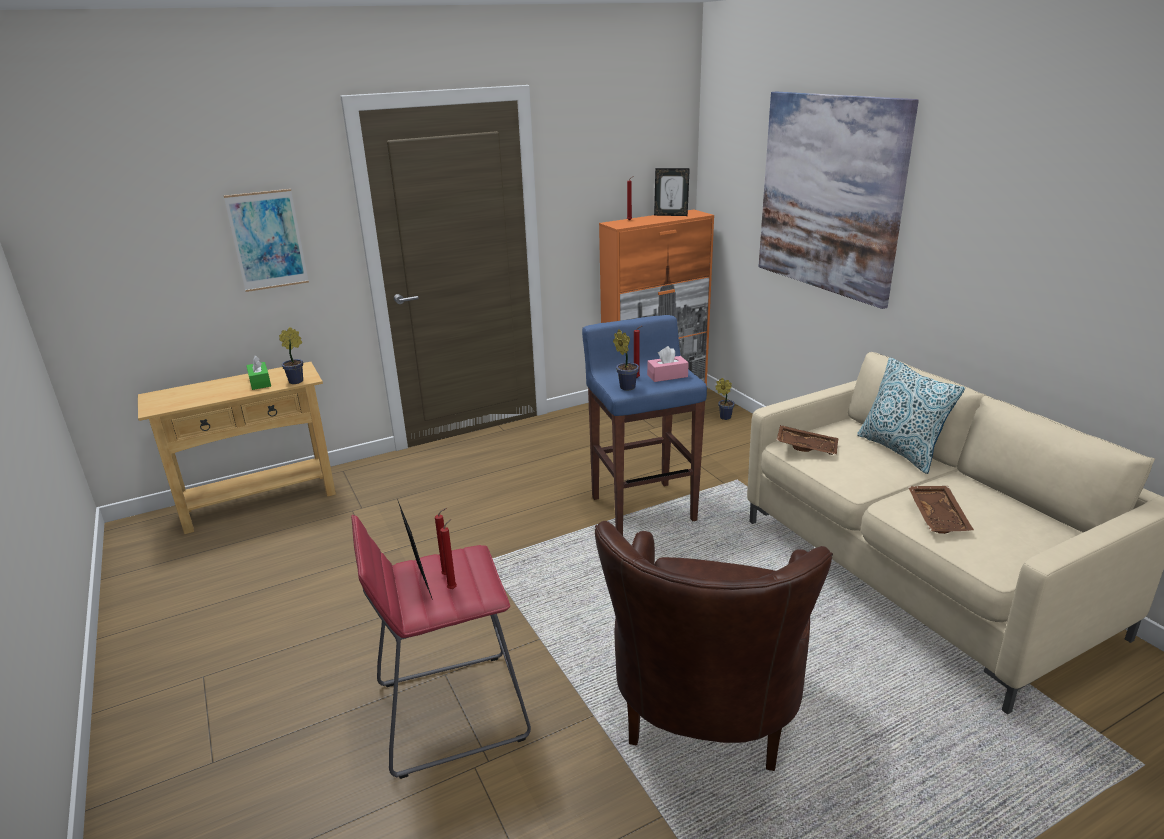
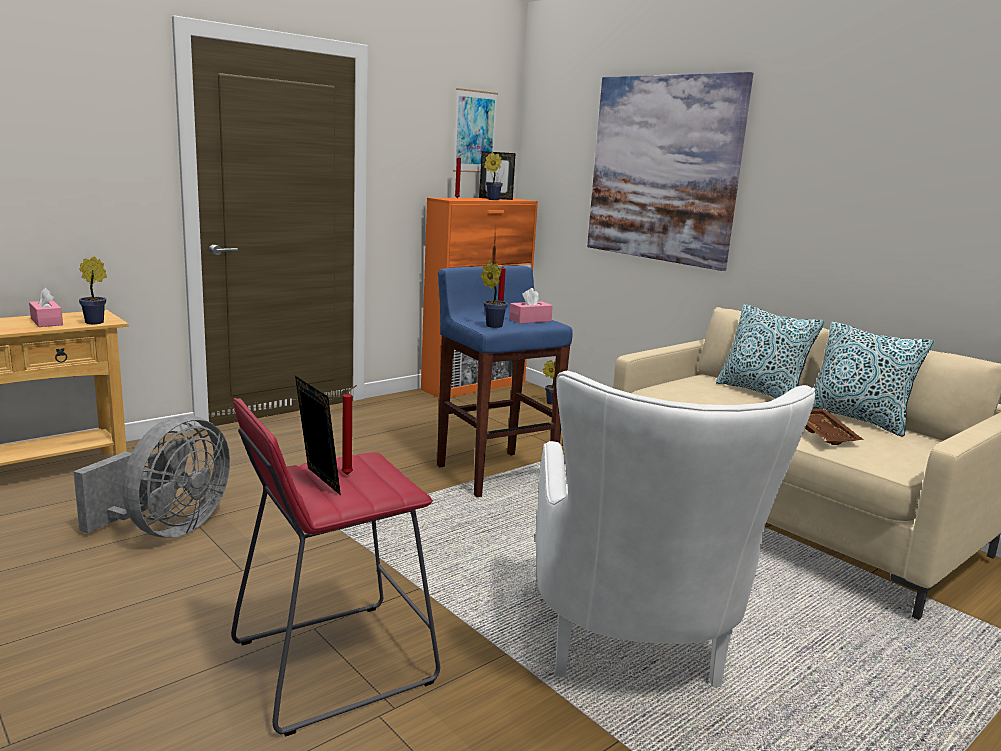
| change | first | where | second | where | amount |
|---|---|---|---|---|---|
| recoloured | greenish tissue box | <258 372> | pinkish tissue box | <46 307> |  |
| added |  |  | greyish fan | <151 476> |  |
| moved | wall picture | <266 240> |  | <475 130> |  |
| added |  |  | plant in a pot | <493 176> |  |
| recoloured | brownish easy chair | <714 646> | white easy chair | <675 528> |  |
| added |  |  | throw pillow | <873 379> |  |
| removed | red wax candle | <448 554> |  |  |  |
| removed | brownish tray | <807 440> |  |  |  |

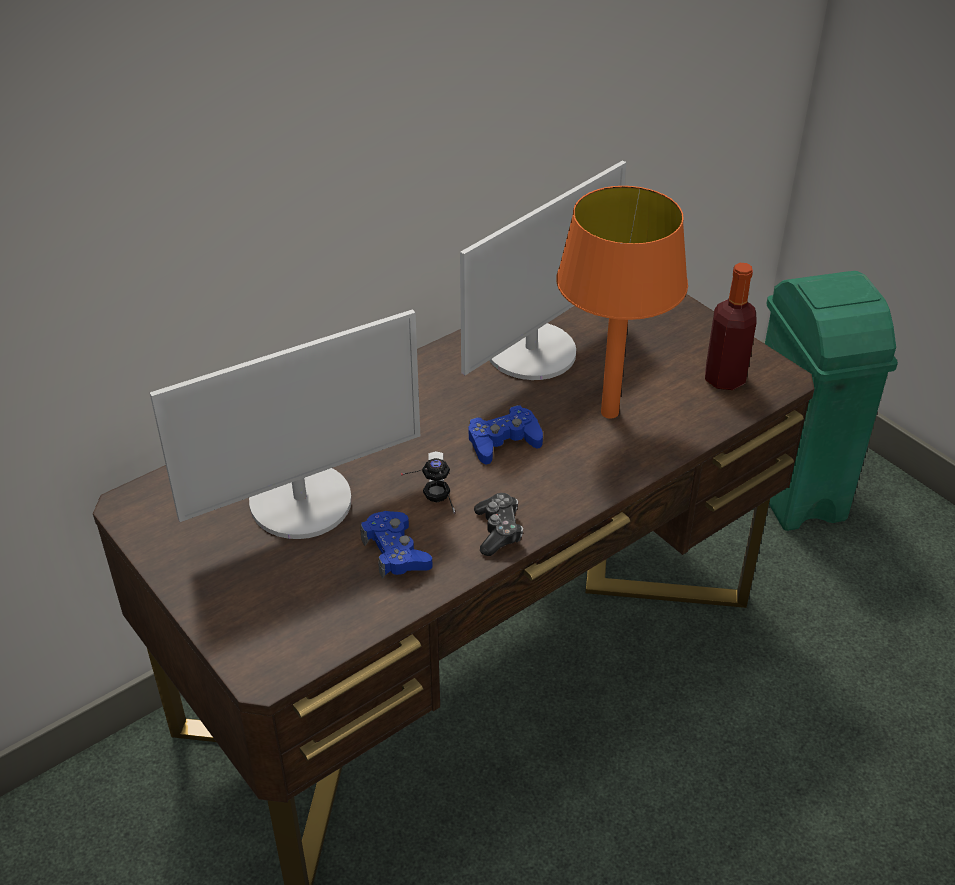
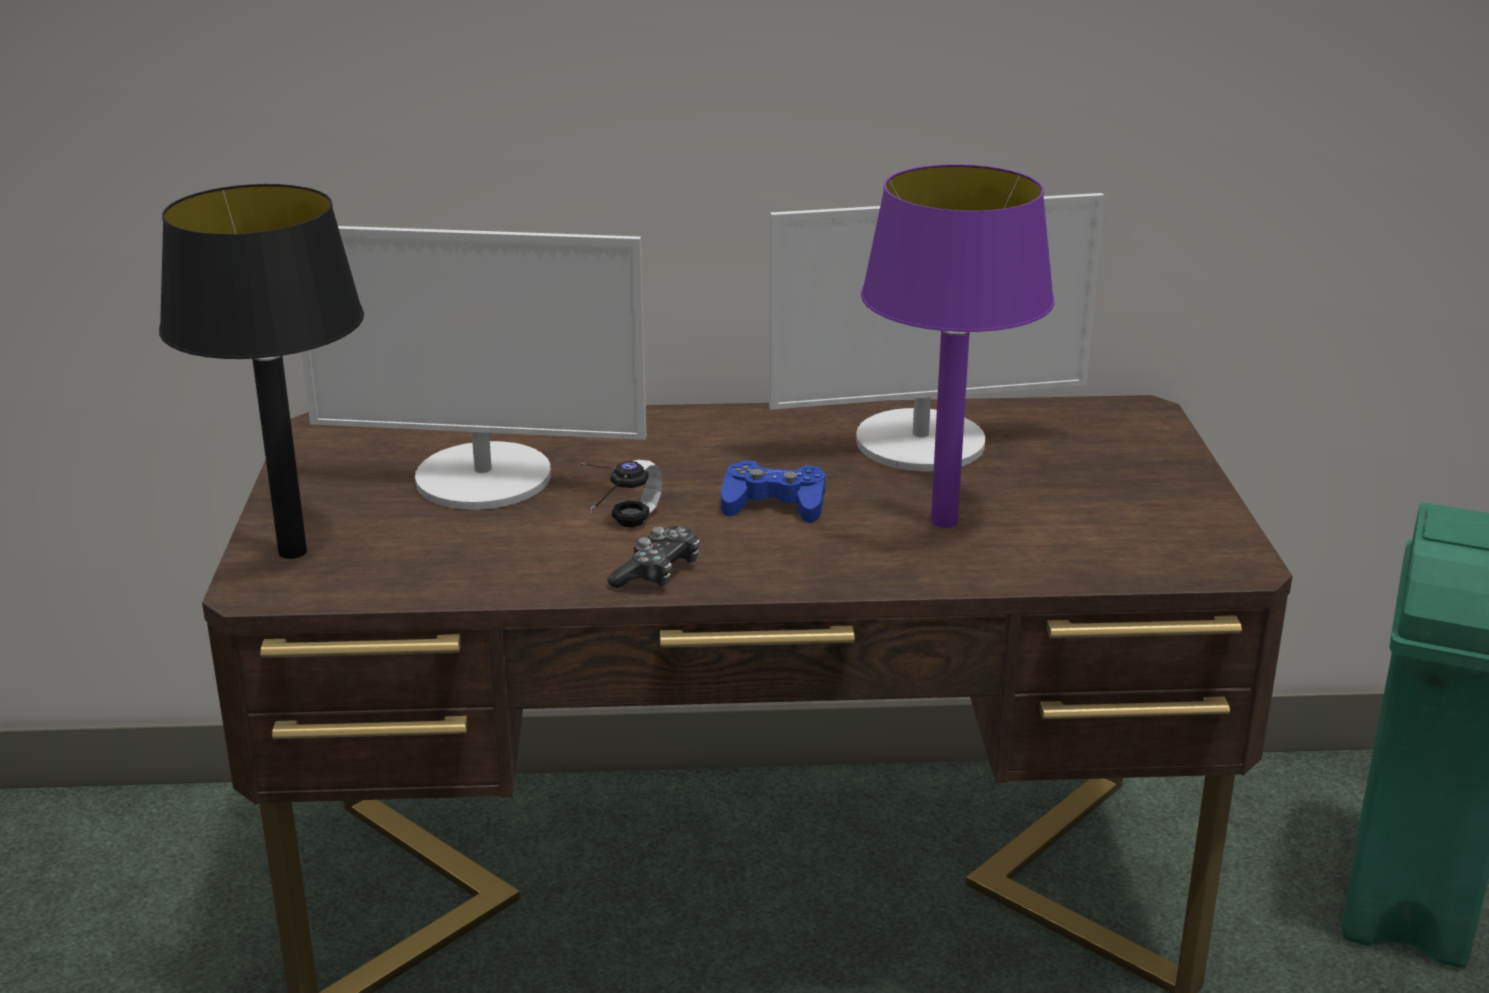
| change | first | where | second | where | amount |
|---|---|---|---|---|---|
| added |  |  | blackish lamp for a table | <261 371> |  |
| recoloured | orangey lamp for a table | <622 302> | purplish lamp for a table | <958 346> |  |
| removed | blue joypad | <396 545> |  |  |  |
| removed | drink bottle | <731 326> |  |  |  |

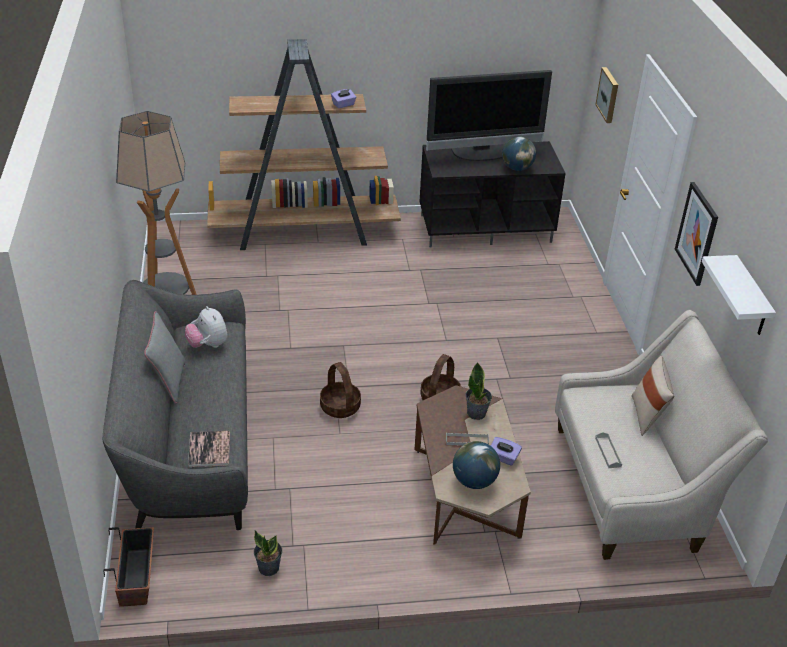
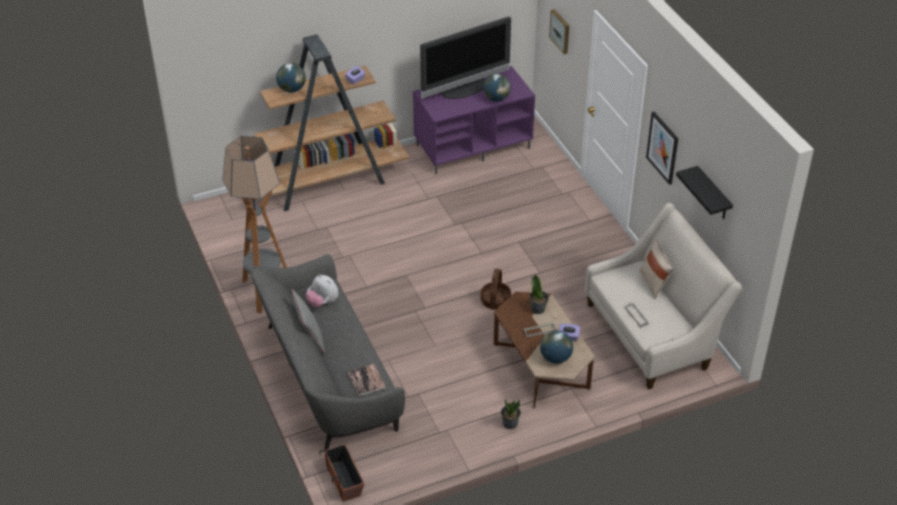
| change | first | where | second | where | amount |
|---|---|---|---|---|---|
| added |  |  | world globe | <291 78> |  |
| recoloured | blackish media console | <492 194> | purplish media console | <474 120> |  |
| moved | plant in a pot | <268 553> |  | <511 414> |  |
| recoloured | white shelf | <739 295> | blackish shelf | <704 192> |  |
| removed | storage basket | <340 390> |  |  |  |

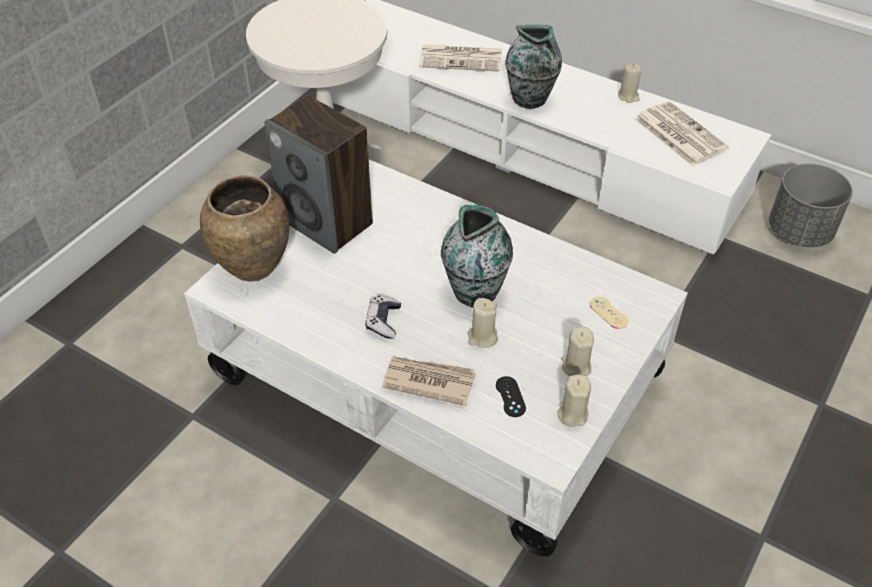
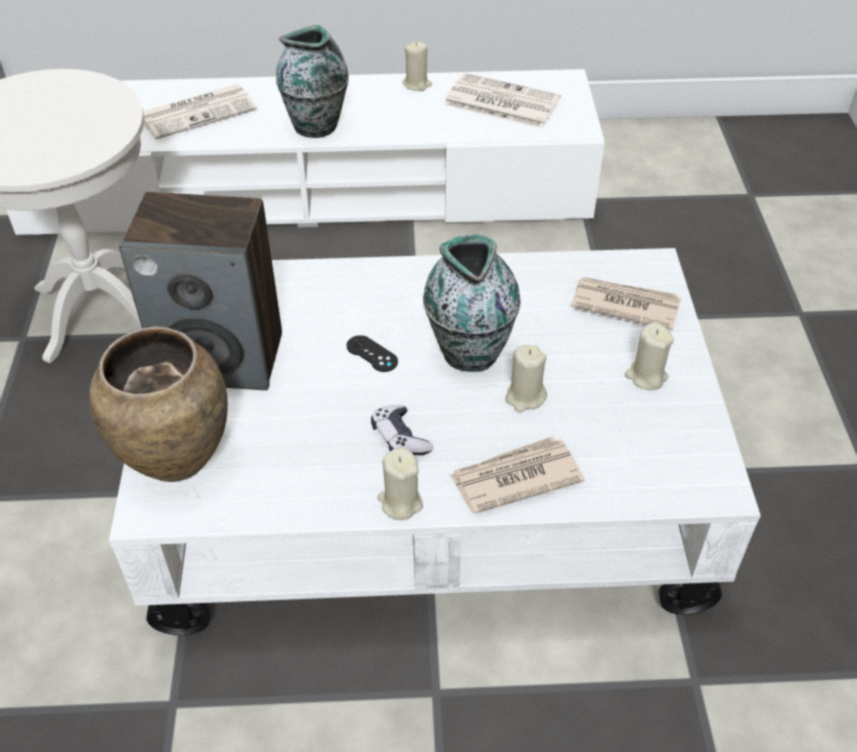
| change | first | where | second | where | amount |
|---|---|---|---|---|---|
| moved | blackish joypad | <511 396> |  | <372 353> |  |
| moved | beige-coloured wax candle | <574 400> |  | <400 484> |  |
| replaced | beige-coloured joypad | <609 313> | printed paper | <626 303> |  |
| removed | greyish plant pot | <811 205> |  |  |  |

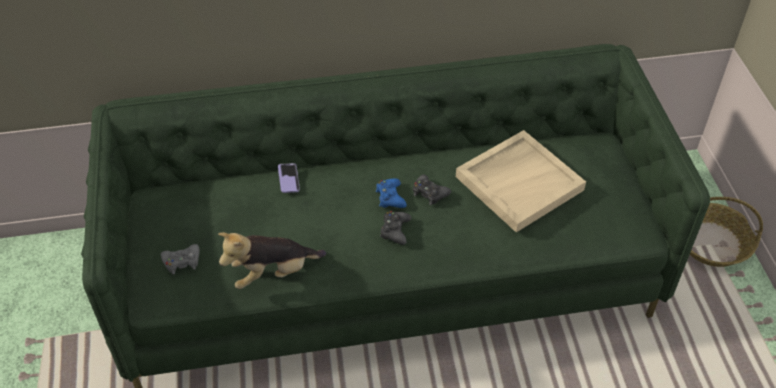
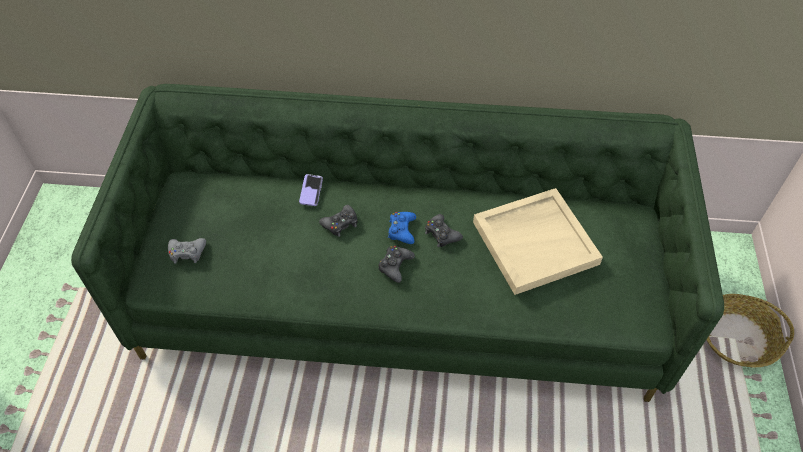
| change | first | where | second | where | amount |
|---|---|---|---|---|---|
| added |  |  | blackish joypad | <338 221> |  |
| removed | plush toy | <272 260> |  |  |  |

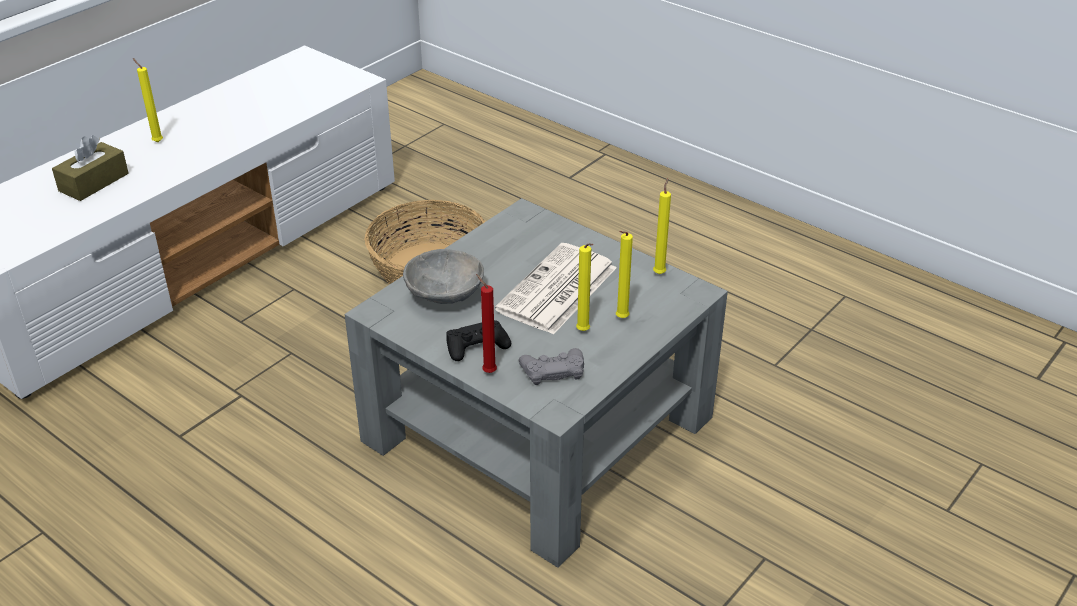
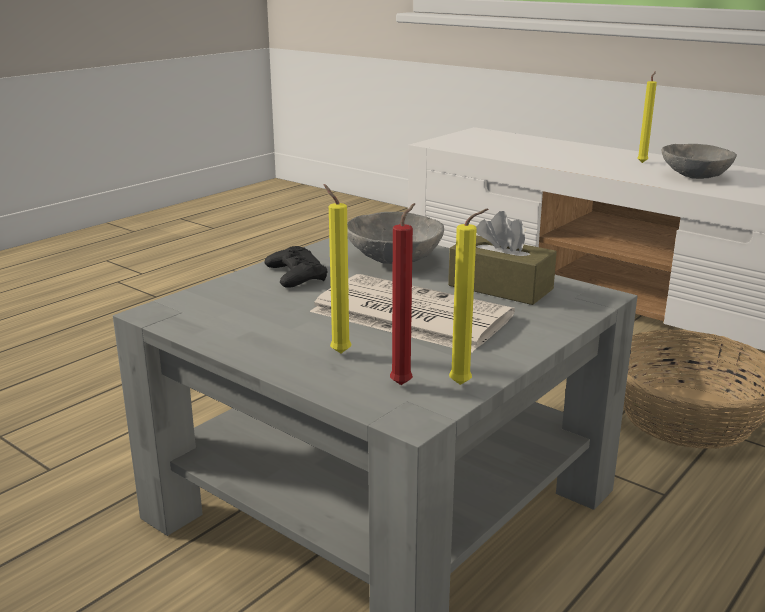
| change | first | where | second | where | amount |
|---|---|---|---|---|---|
| moved | red wax candle | <486 323> |  | <402 294> |  |
| moved | brownish tissue box | <90 168> |  | <502 258> |  |
| added |  |  | greyish bowl | <699 161> |  |
| removed | greyish joypad | <551 366> |  |  |  |
| removed | yellow-coloured wax candle | <584 287> |  |  |  |

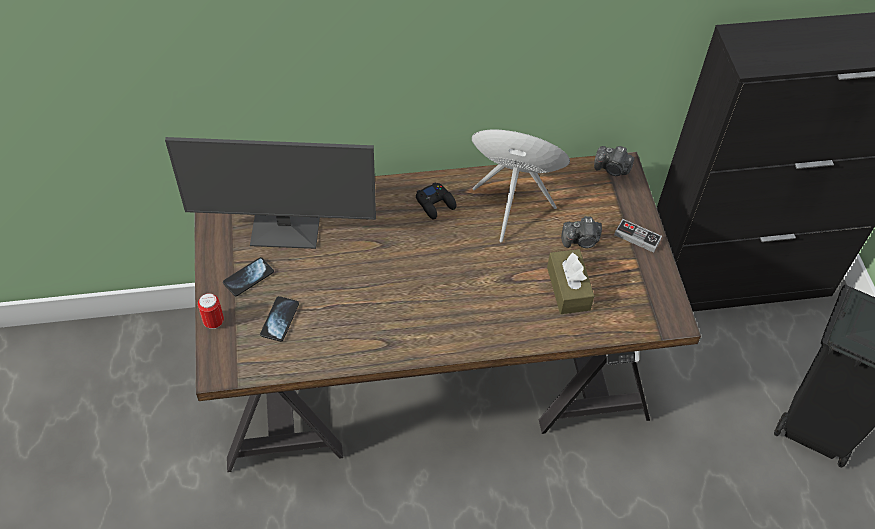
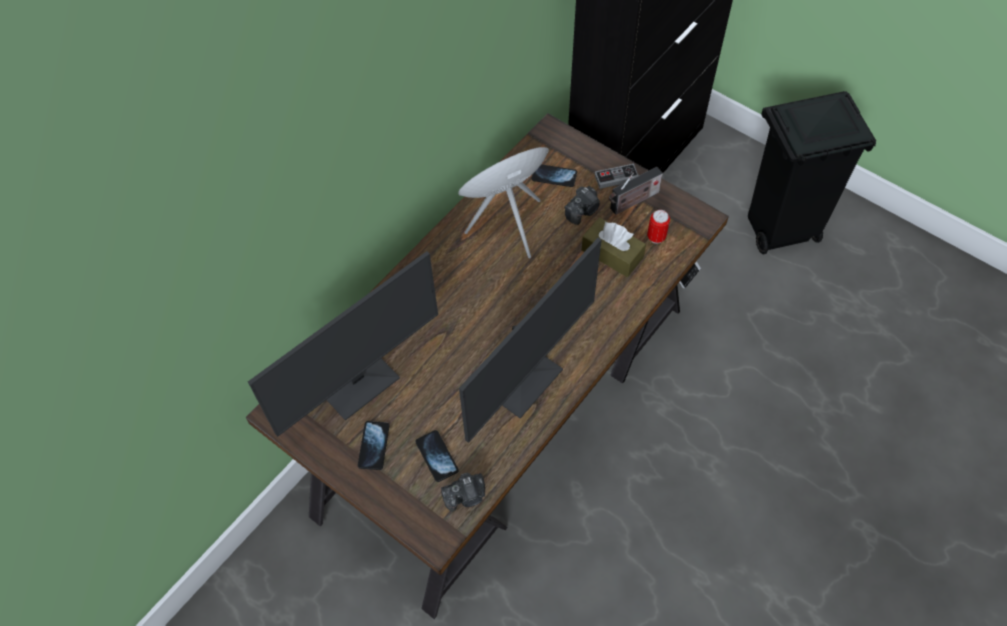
| change | first | where | second | where | amount |
|---|---|---|---|---|---|
| moved | still camera | <614 161> |  | <463 492> |  |
| added |  |  | monitor | <530 340> |  |
| added |  |  | handset | <554 175> |  |
| added |  |  | radio receiver | <636 191> |  |
| moved | sealed can | <211 311> |  | <658 227> |  |
| removed | blackish joypad | <436 200> |  |  |  |

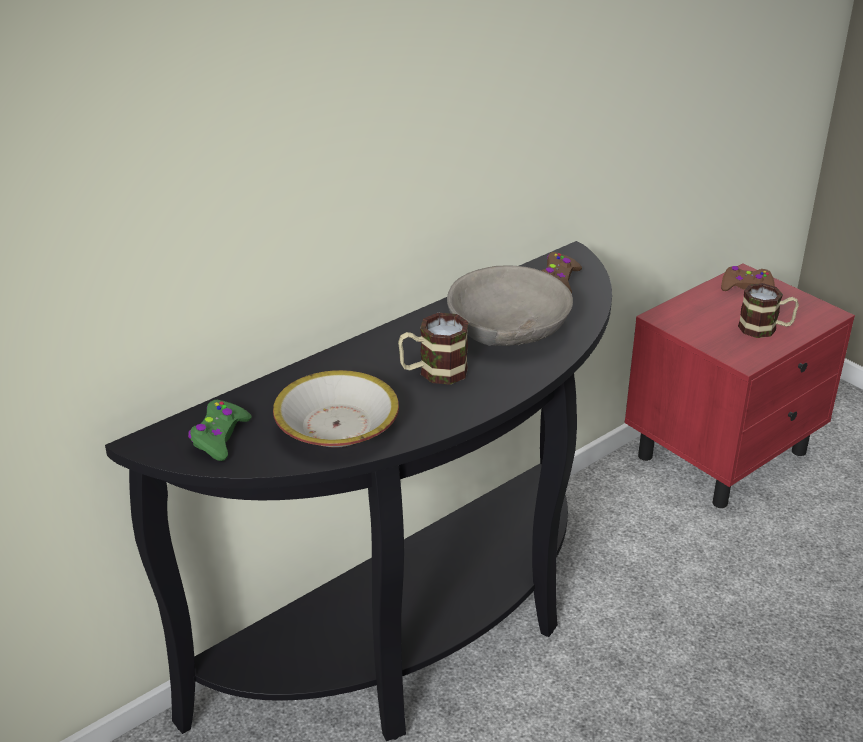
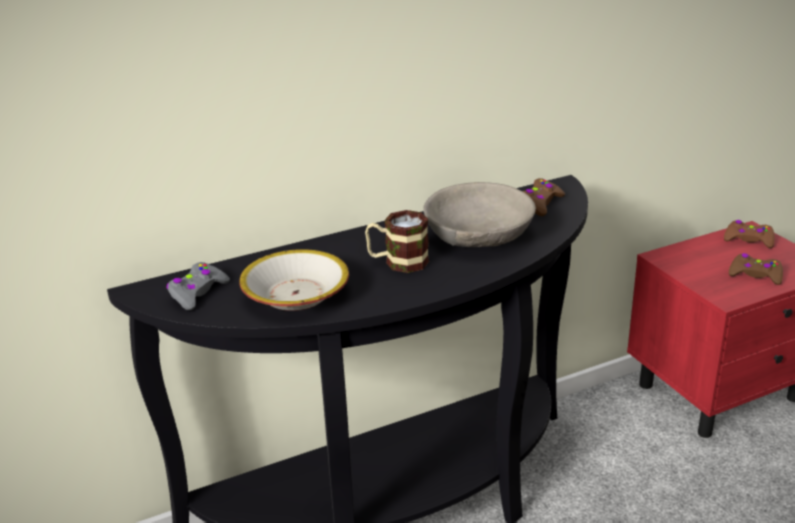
| change | first | where | second | where | amount |
|---|---|---|---|---|---|
| recoloured | greenish joypad | <220 430> | greyish joypad | <198 286> |  |
| replaced | mug | <768 310> | brownish joypad | <756 269> |  |

